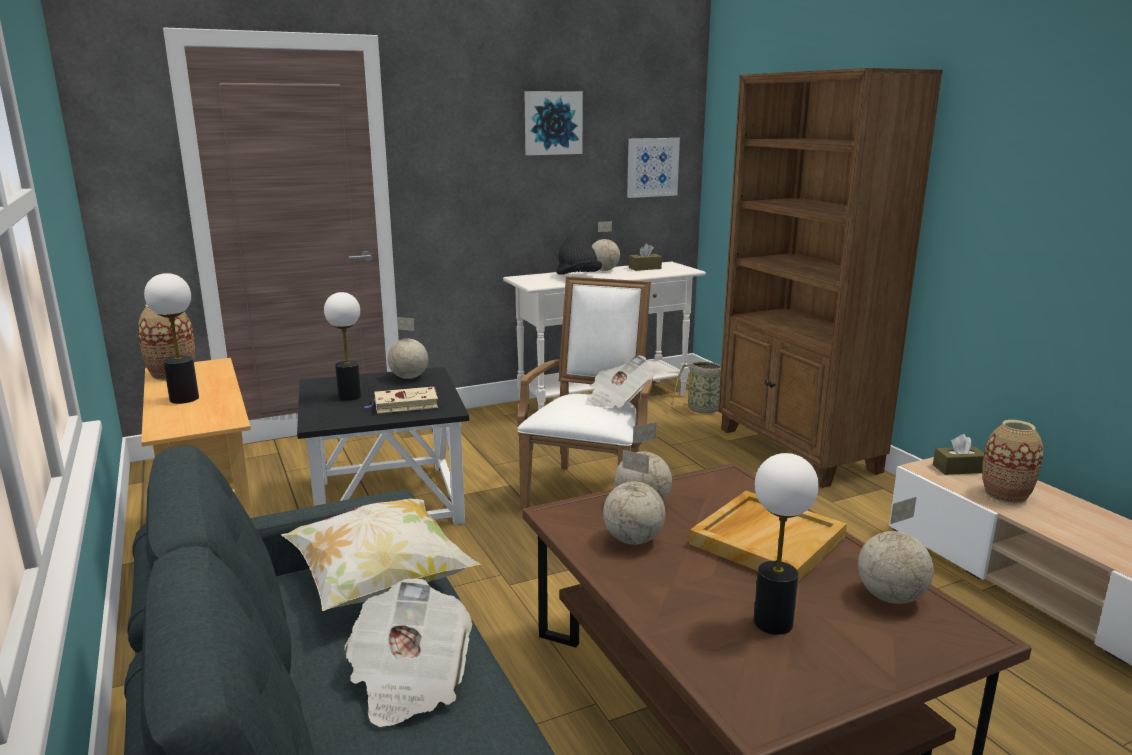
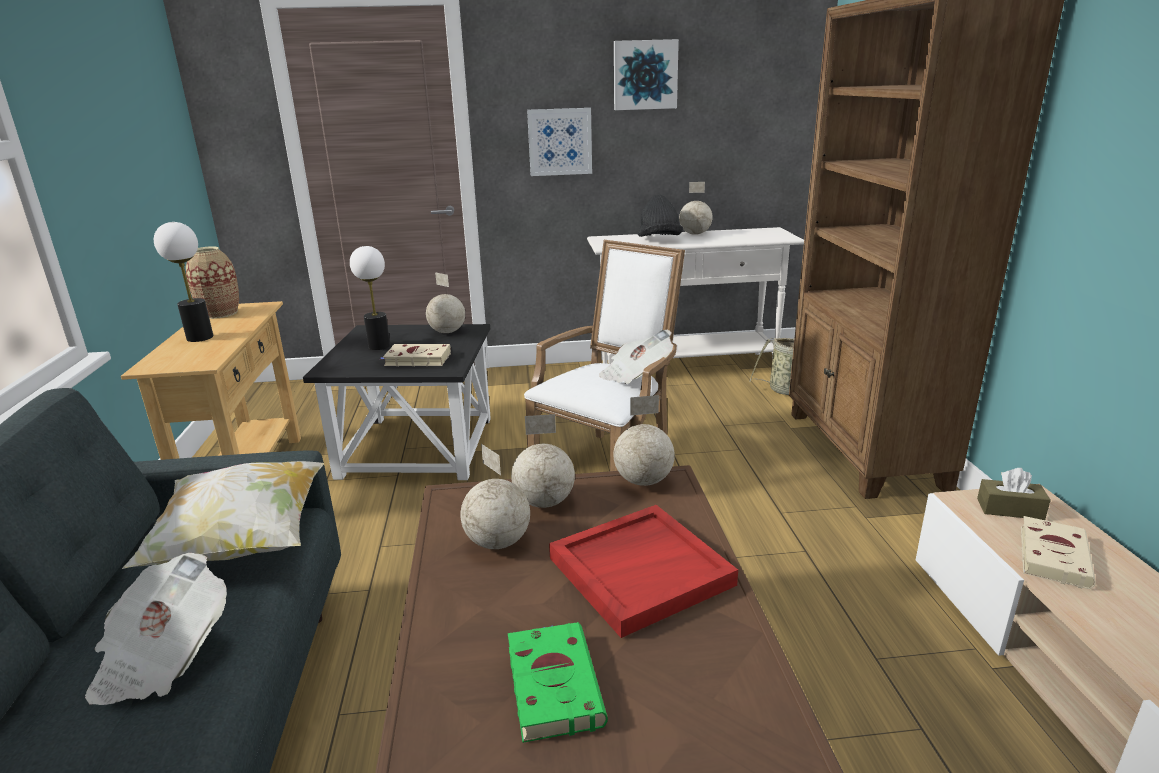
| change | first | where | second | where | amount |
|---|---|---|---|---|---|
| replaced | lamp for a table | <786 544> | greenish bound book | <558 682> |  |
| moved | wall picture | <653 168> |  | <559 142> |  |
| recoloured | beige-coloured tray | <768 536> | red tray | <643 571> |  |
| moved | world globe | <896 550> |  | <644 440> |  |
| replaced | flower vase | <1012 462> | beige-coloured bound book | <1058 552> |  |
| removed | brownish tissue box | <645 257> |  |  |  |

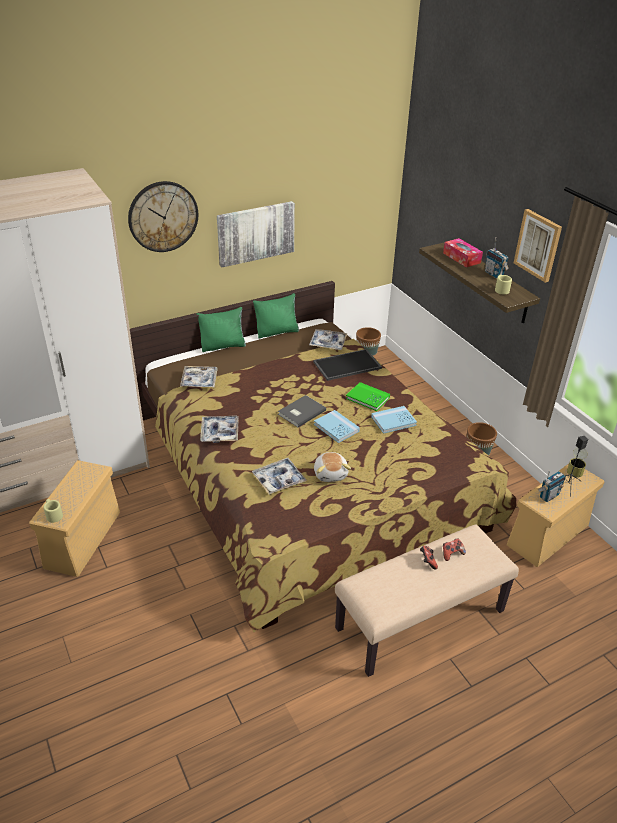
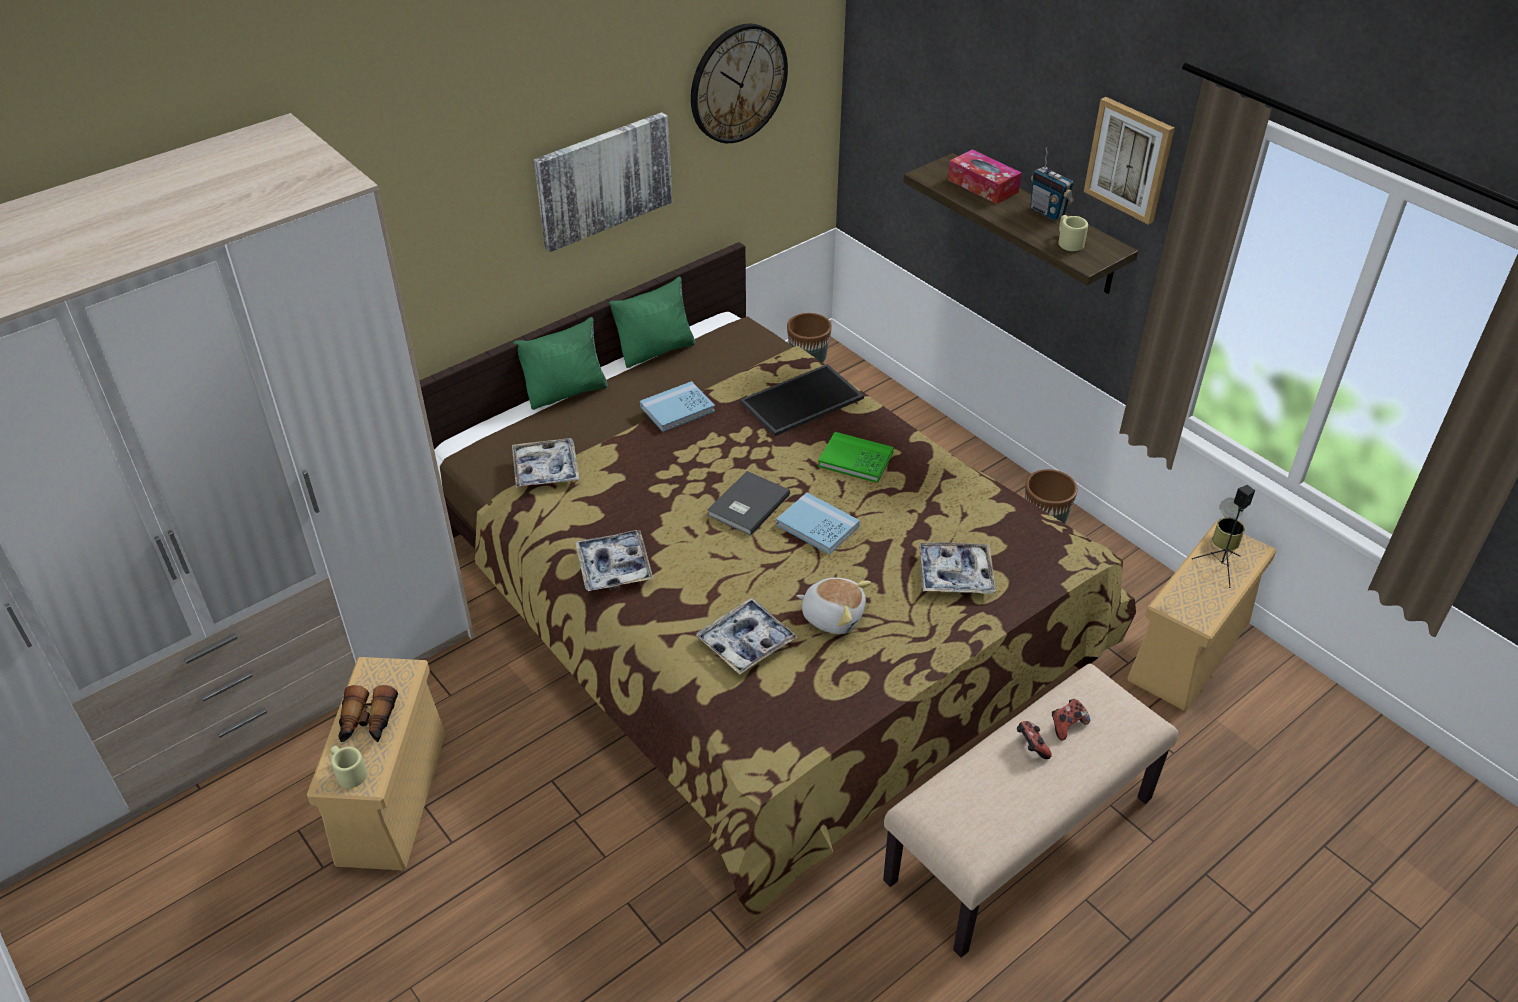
| change | first | where | second | where | amount |
|---|---|---|---|---|---|
| added |  |  | pair of binoculars | <368 713> |  |
| moved | blue bound book | <394 420> |  | <677 406> |  |
| moved | wall clock | <163 216> |  | <739 83> |  |
| turned | plush toy | <332 467> |  | <834 606> | 45 degrees counterclockwise |
| moved | tray | <328 339> |  | <957 568> |  |
| removed | radio receiver | <552 486> |  |  |  |

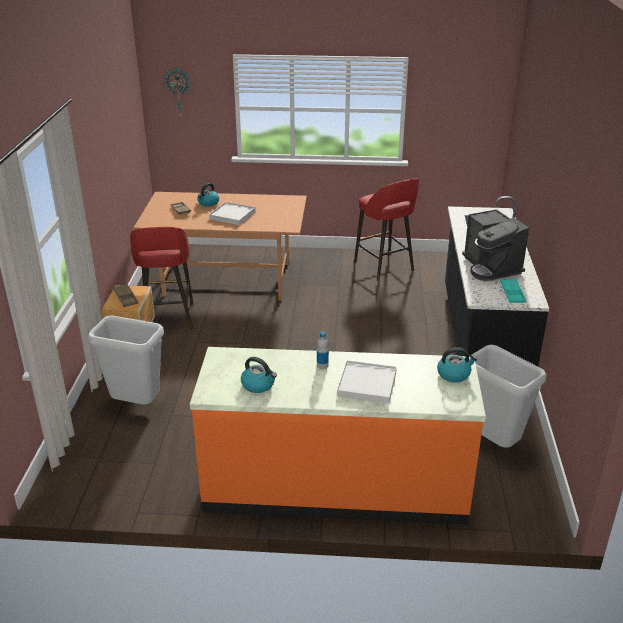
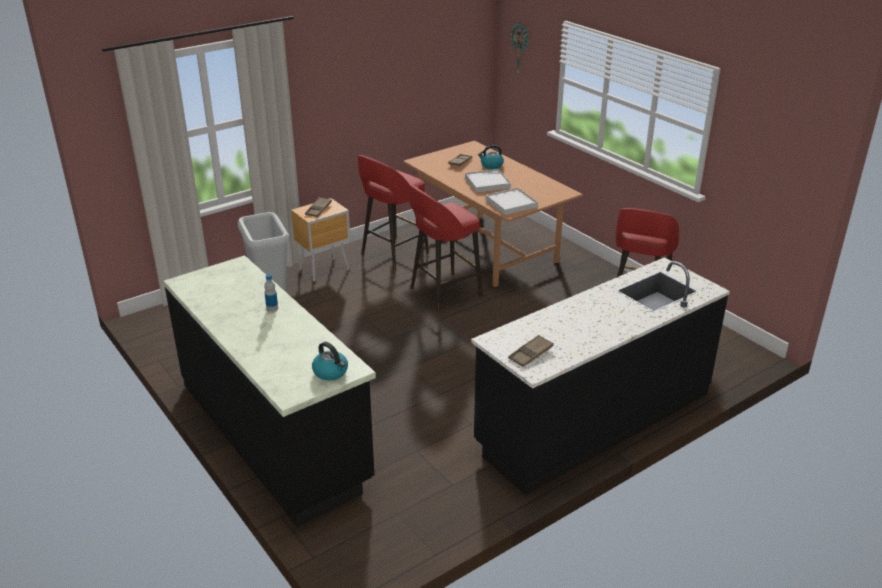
| change | first | where | second | where | amount |
|---|---|---|---|---|---|
| recoloured | orangey kitchen base unit | <338 436> | blackish kitchen base unit | <269 391> |  |
| added |  |  | red stool seat | <445 248> |  |
| moved | white tray | <367 382> |  | <512 201> |  |
| recoloured | turquoise-coloured tray | <513 291> | brownish tray | <531 351> |  |
| removed | kettle | <259 375> |  |  |  |
| removed | coffee maker | <495 245> |  |  |  |
| removed | greyish waste bin | <509 396> |  |  |  |

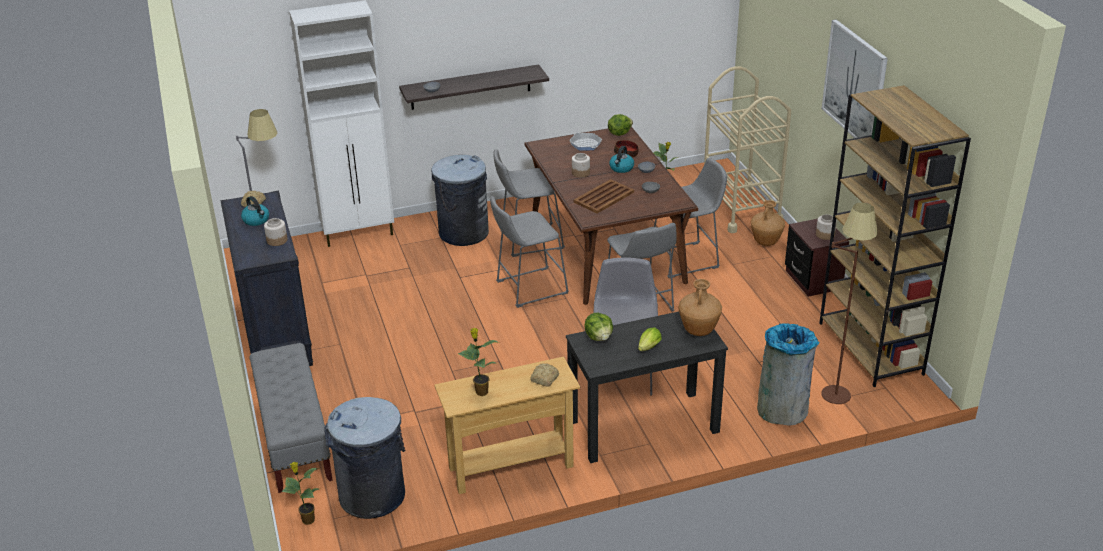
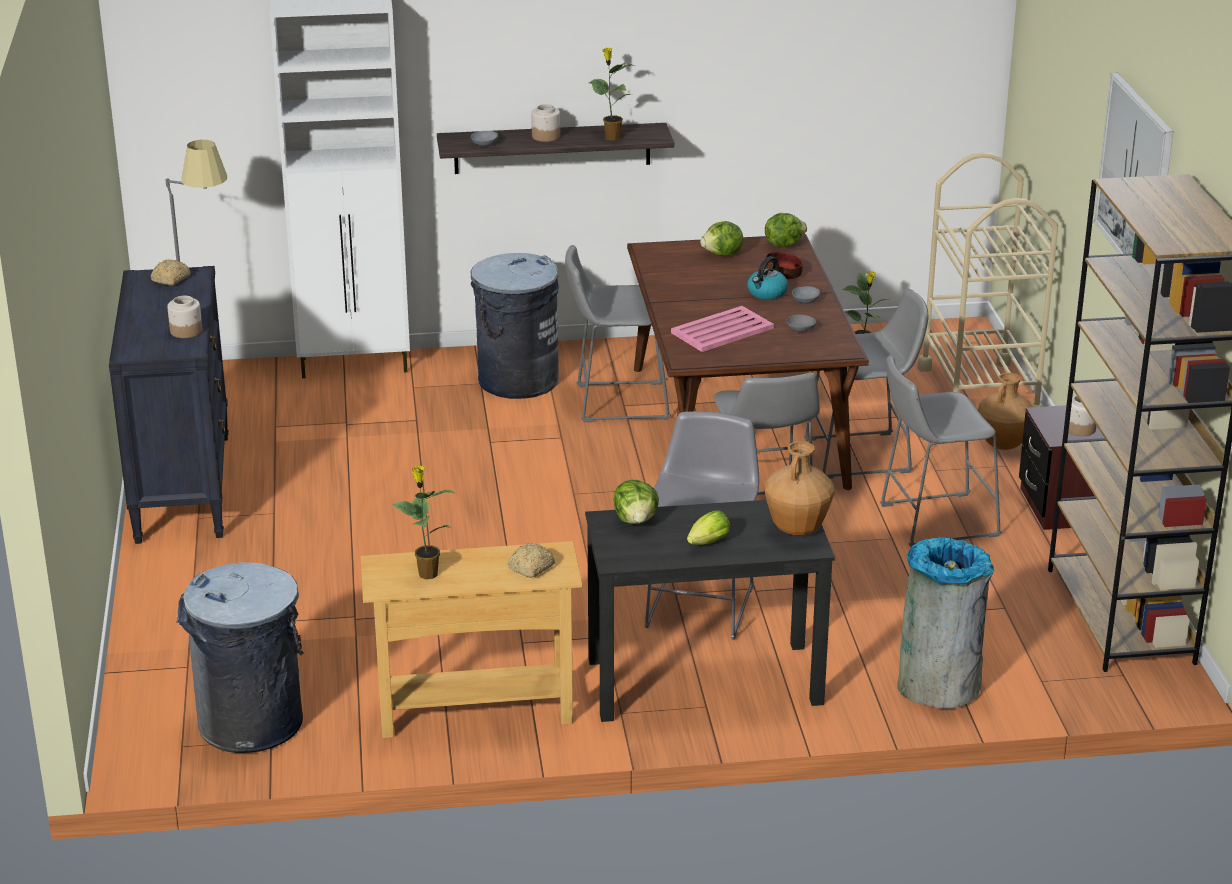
| change | first | where | second | where | amount |
|---|---|---|---|---|---|
| moved | storage jar | <581 165> |  | <545 123> |  |
| moved | plant in a pot | <301 493> |  | <612 94> |  |
| recoloured | brownish tray | <603 196> | pinkish tray | <722 329> |  |
| replaced | pan | <585 142> | lettuce head | <721 238> |  |
| moved | greyish stool seat | <529 252> |  | <941 451> |  |
| removed | kettle | <255 211> |  |  |  |
| removed | greyish indoor bench | <291 418> |  |  |  |
| removed | brownish standard lamp | <849 303> |  |  |  |

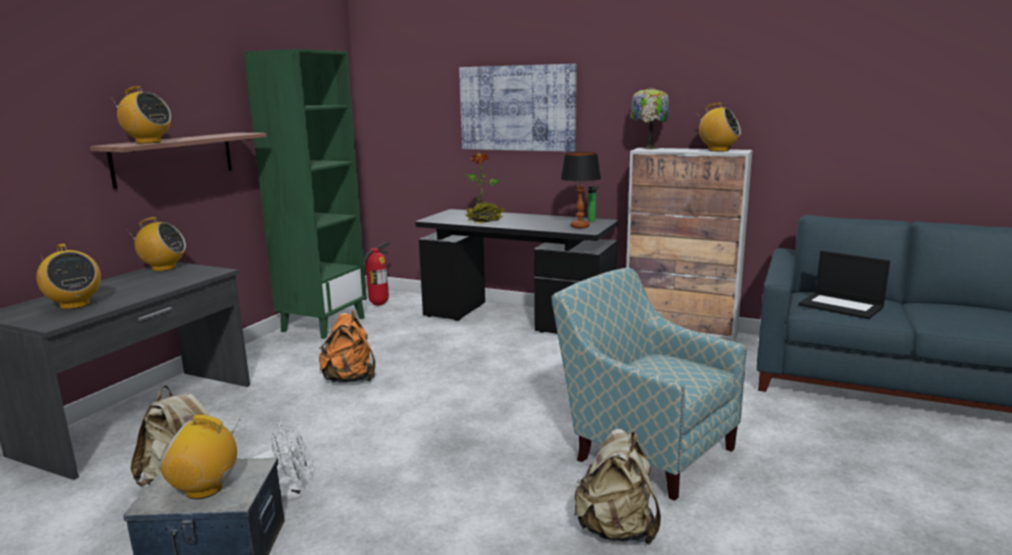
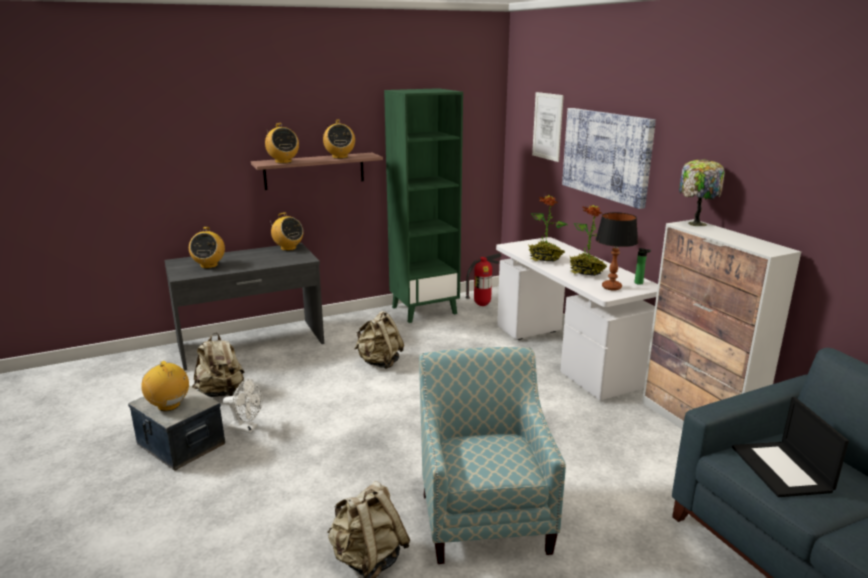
| change | first | where | second | where | amount |
|---|---|---|---|---|---|
| moved | radio receiver | <719 127> |  | <339 139> |  |
| recoloured | orangey rucksack | <347 347> | beige-coloured rucksack | <379 340> |  |
| recoloured | blackish desk | <517 271> | white desk | <577 318> |  |
| added |  |  | wall picture | <548 127> |  |
| added |  |  | plant in a pot | <588 240> |  |

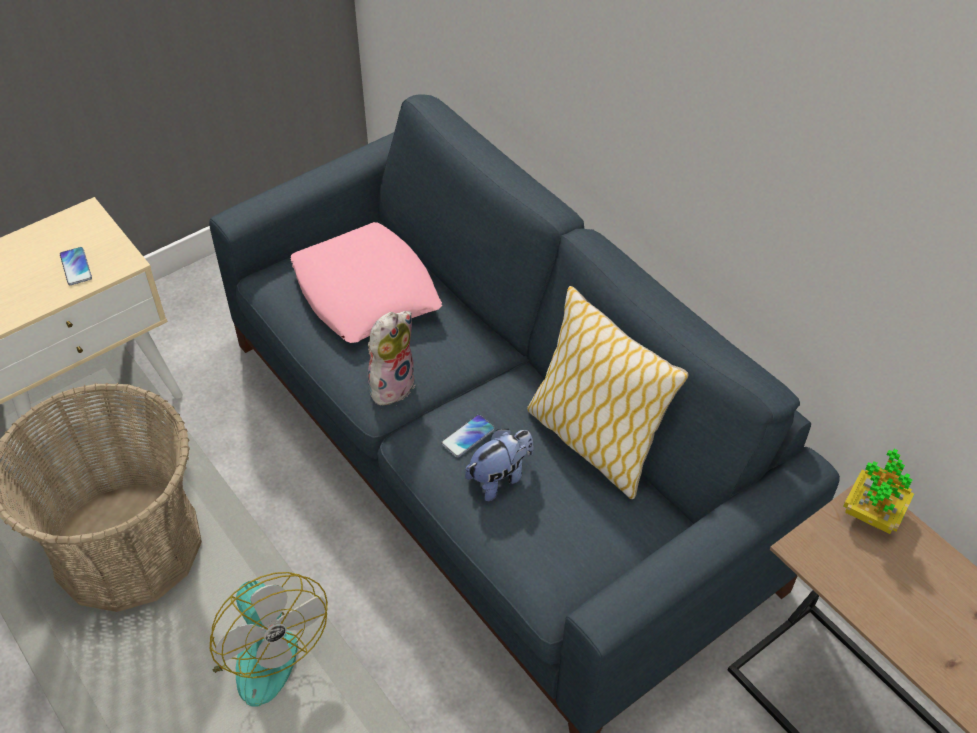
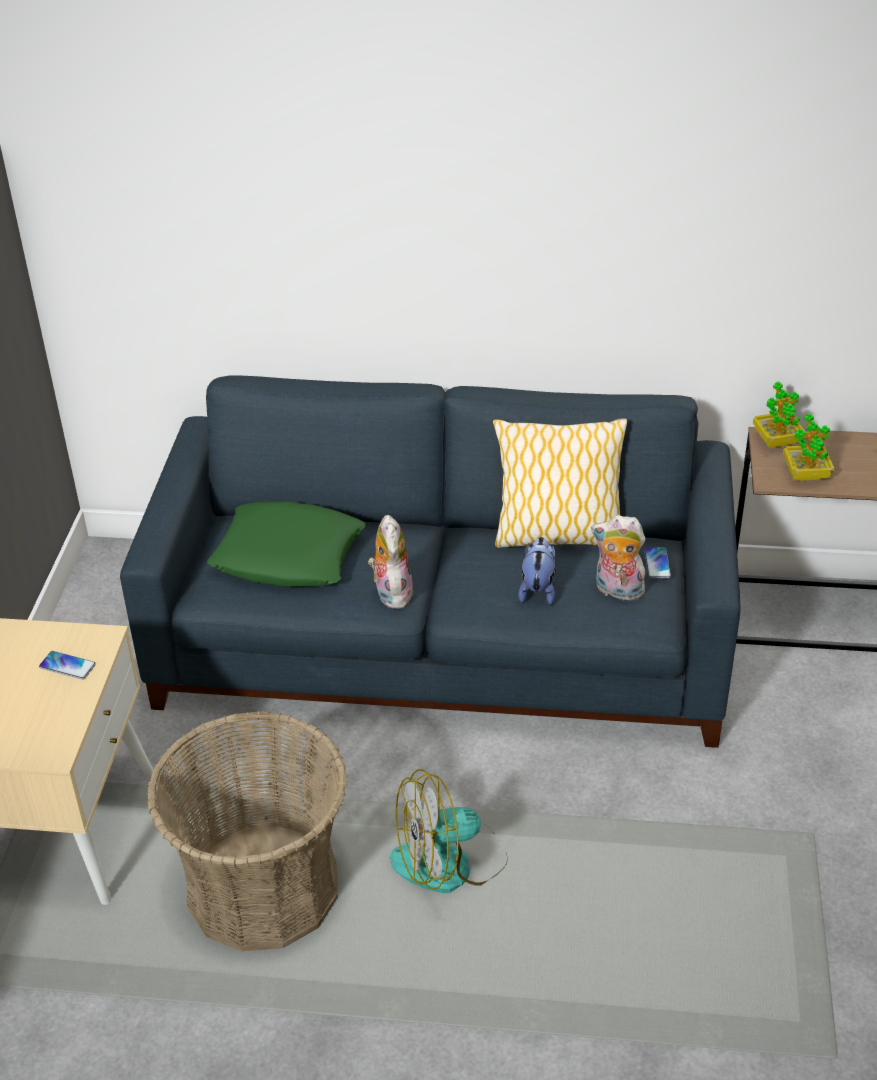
| change | first | where | second | where | amount |
|---|---|---|---|---|---|
| recoloured | pinkish throw pillow | <366 282> | greenish throw pillow | <286 544> |  |
| turned | fan | <269 639> |  | <449 831> | 150 degrees clockwise |
| added |  |  | plush toy | <618 558> |  |
| moved | handset | <468 436> |  | <657 563> |  |
| added |  |  | plant in a pot | <808 447> |  |

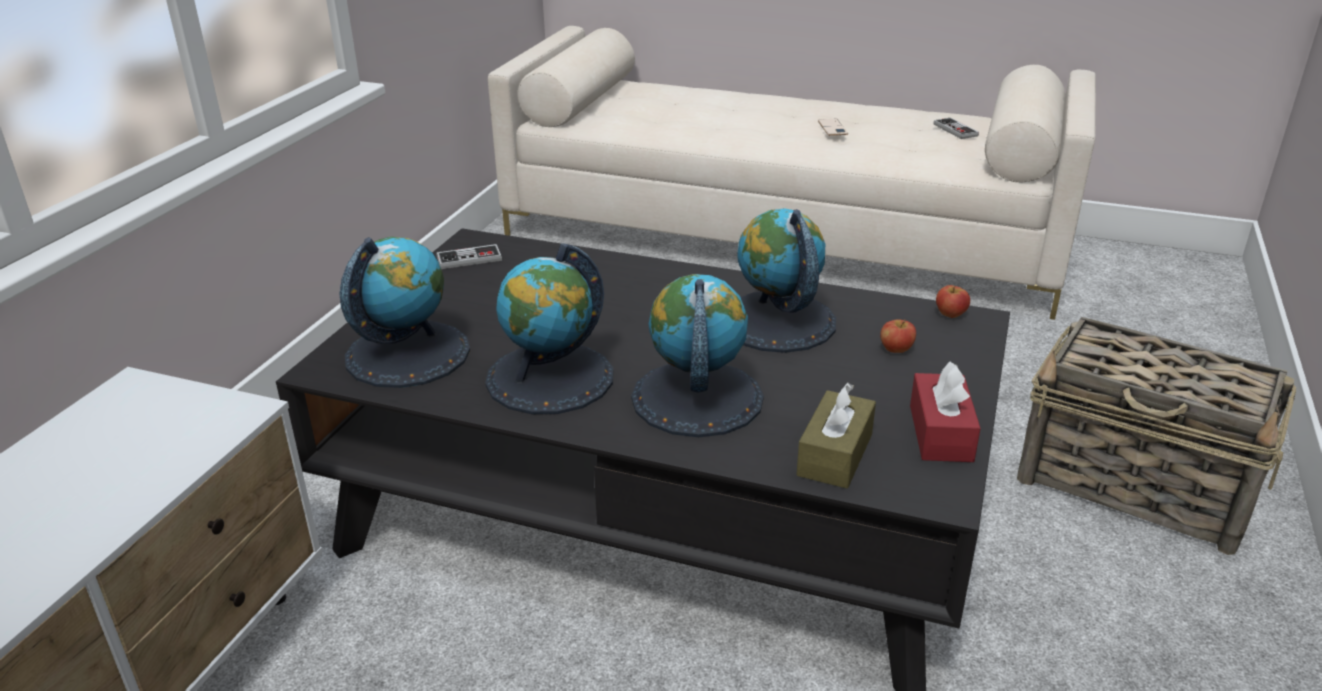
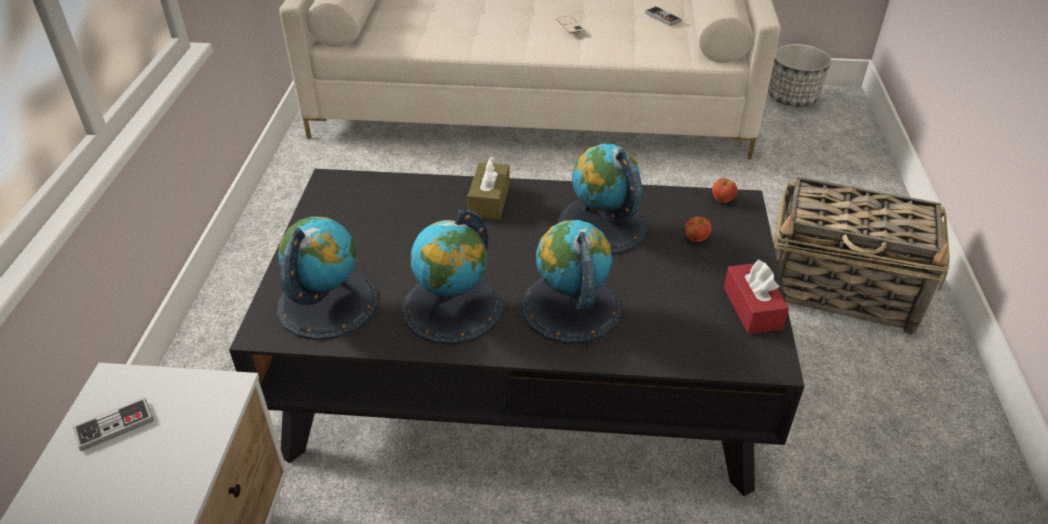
| change | first | where | second | where | amount |
|---|---|---|---|---|---|
| moved | joypad | <469 256> |  | <113 424> |  |
| moved | brownish tissue box | <836 436> |  | <488 188> |  |
| added |  |  | plant pot | <799 75> |  |

